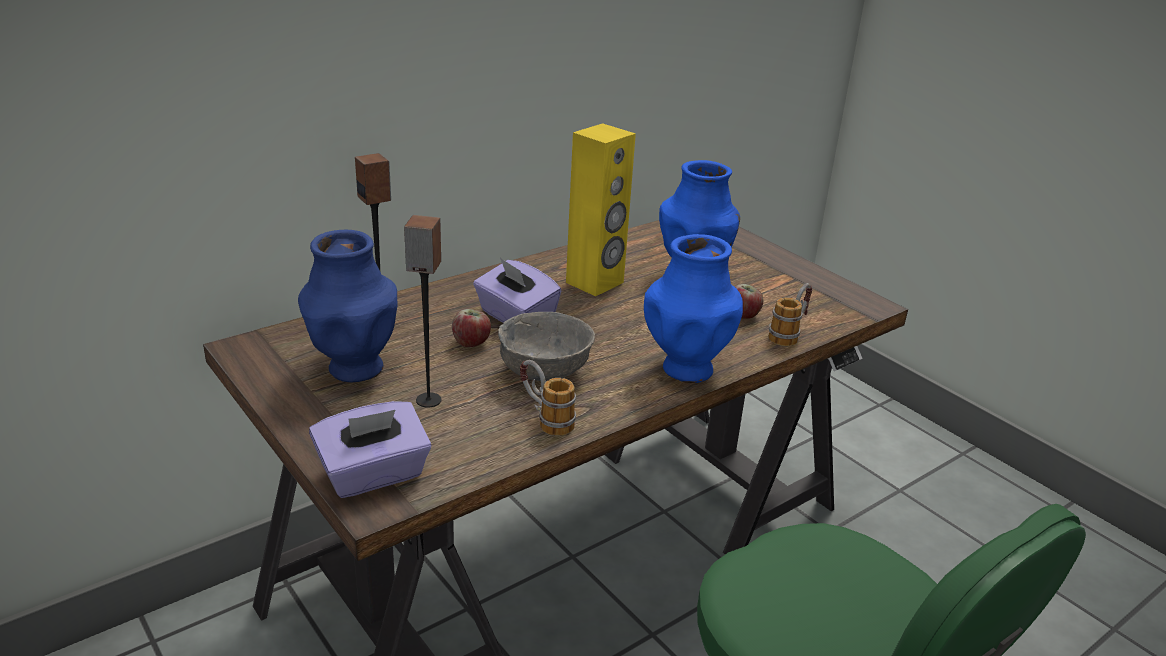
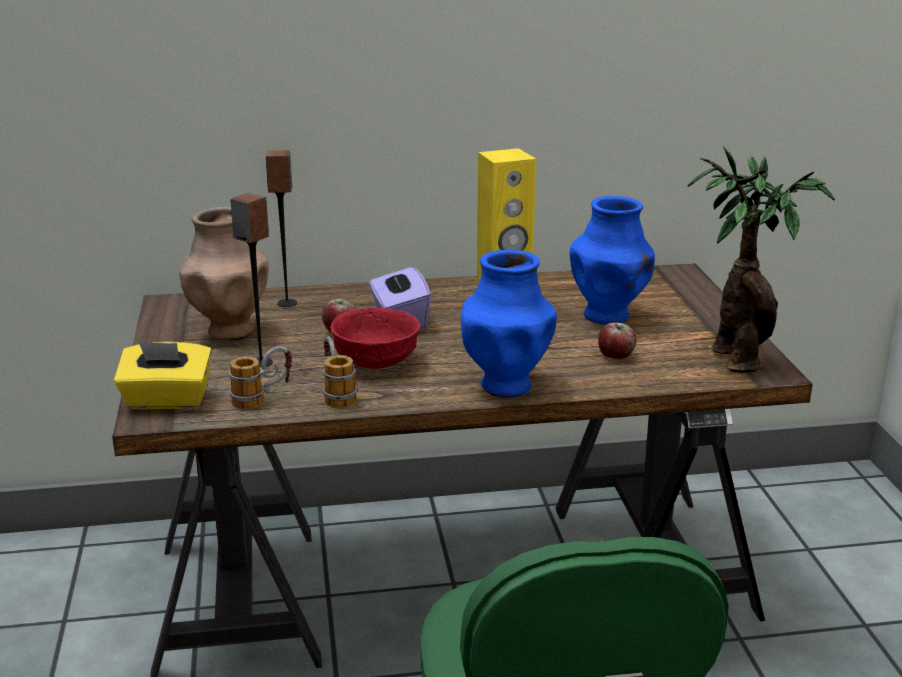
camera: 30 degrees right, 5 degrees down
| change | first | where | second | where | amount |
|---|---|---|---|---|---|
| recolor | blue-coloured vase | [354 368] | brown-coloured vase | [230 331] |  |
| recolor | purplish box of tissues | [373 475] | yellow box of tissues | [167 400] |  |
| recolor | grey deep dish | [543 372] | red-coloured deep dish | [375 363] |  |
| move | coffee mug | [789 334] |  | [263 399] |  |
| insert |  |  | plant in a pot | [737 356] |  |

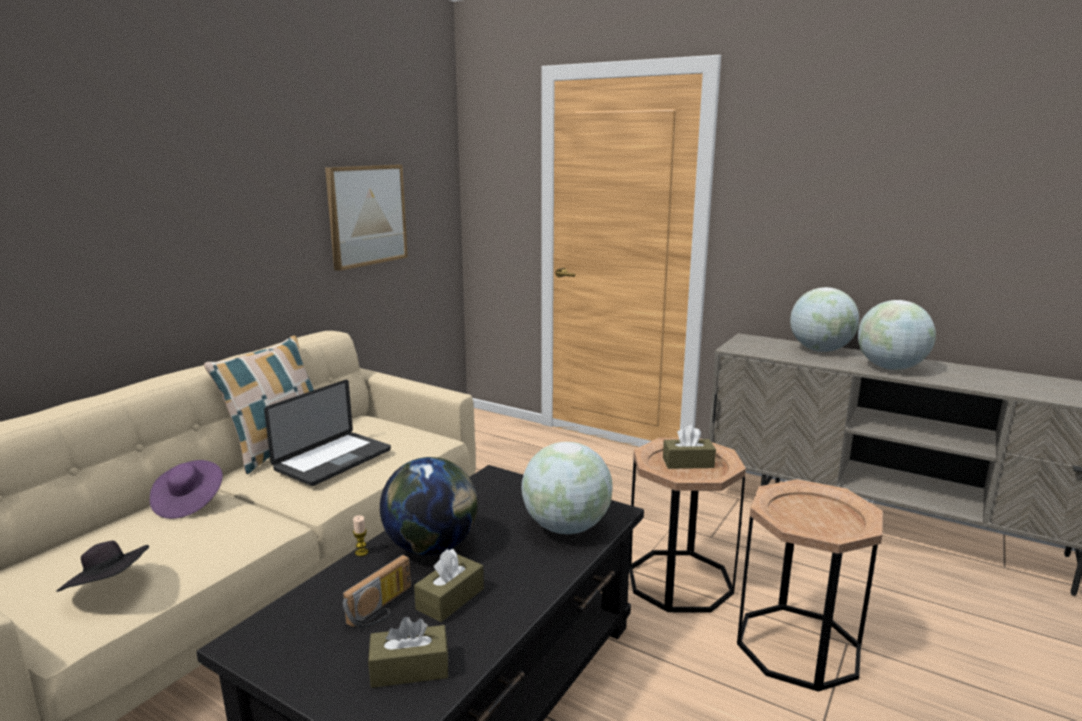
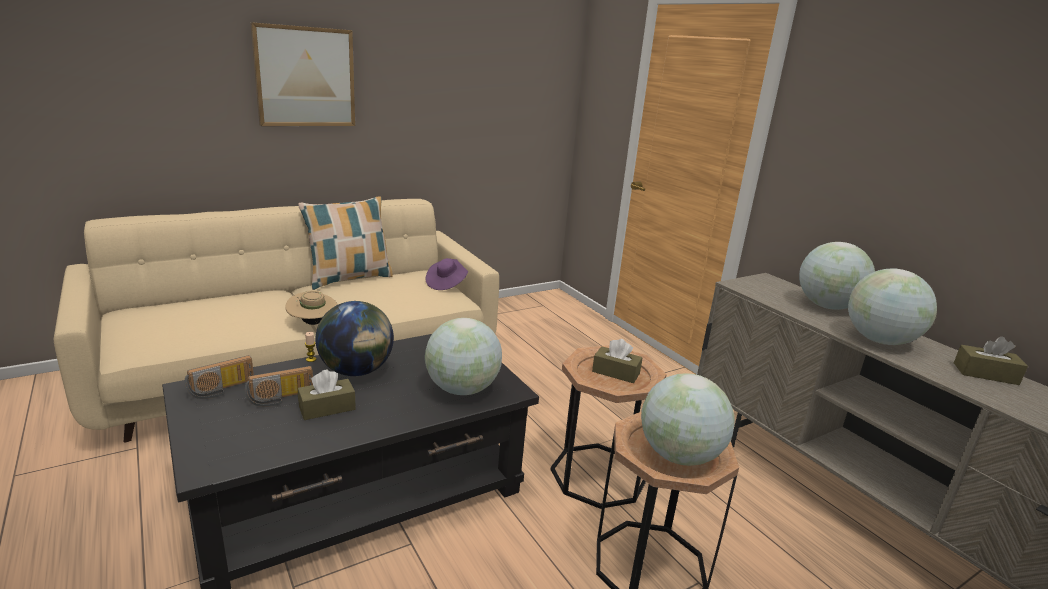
camera: 25 degrees right, 5 degrees up
| change | first | where | second | where | amount |
|---|---|---|---|---|---|
| delete | blackish wearable hat | [110 587] |  |  |  |
| move | purplish wearable hat | [189 503] |  | [446 284] |  |
| delete | laptop | [333 460] |  |  |  |
| move | picture | [366 215] |  | [305 77] |  |
| move | brown-coloured box of tissues | [409 669] |  | [985 374] |  |
| insert |  |  | radio set | [222 390] |  |
| insert |  |  | sand-coloured wearable hat | [313 323] |  |
| insert |  |  | globe | [679 455] |  |

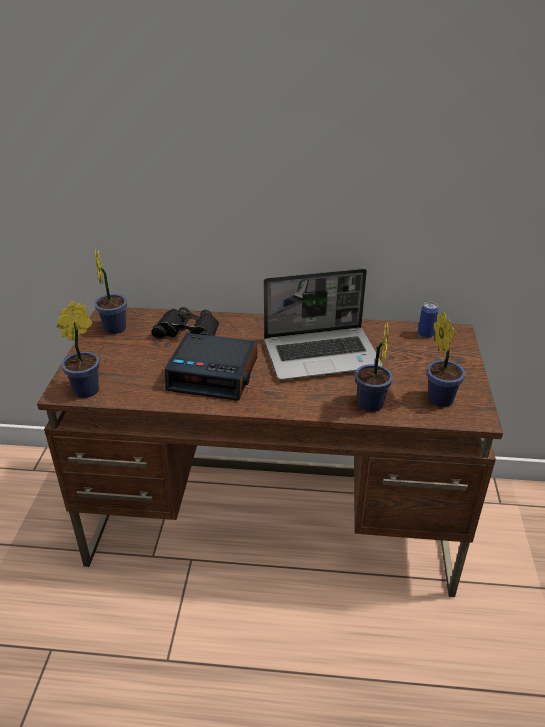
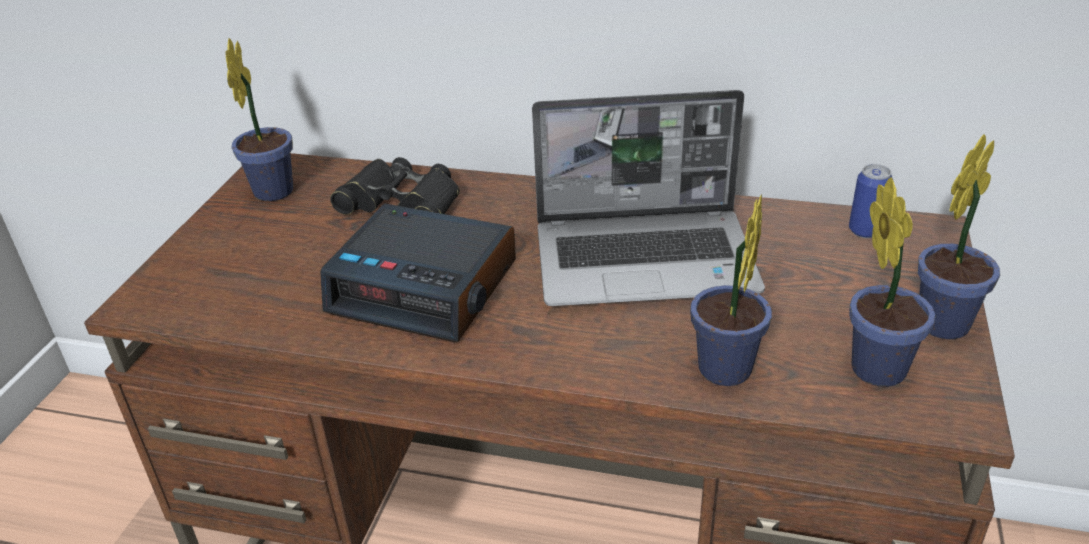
camera: 10 degrees right, 0 degrees up
| change | first | where | second | where | amount |
|---|---|---|---|---|---|
| move | plant in a pot | [89 389] |  | [946 321] |  |

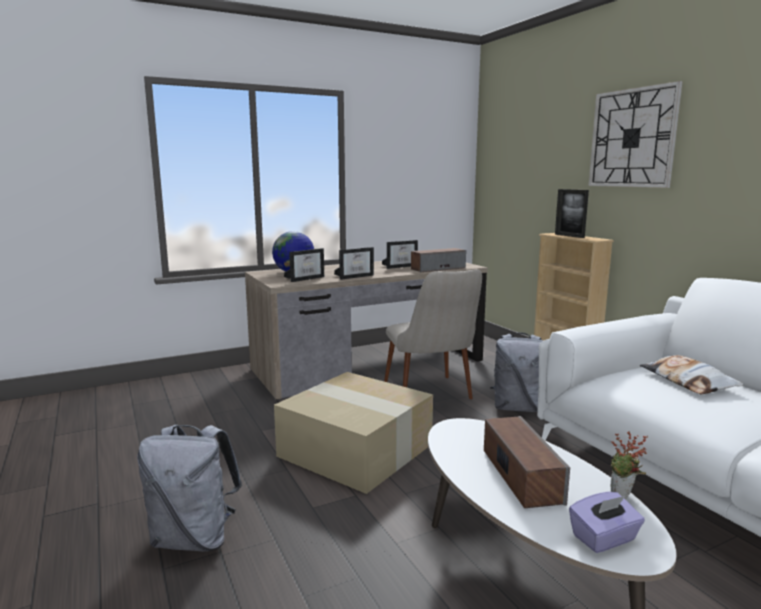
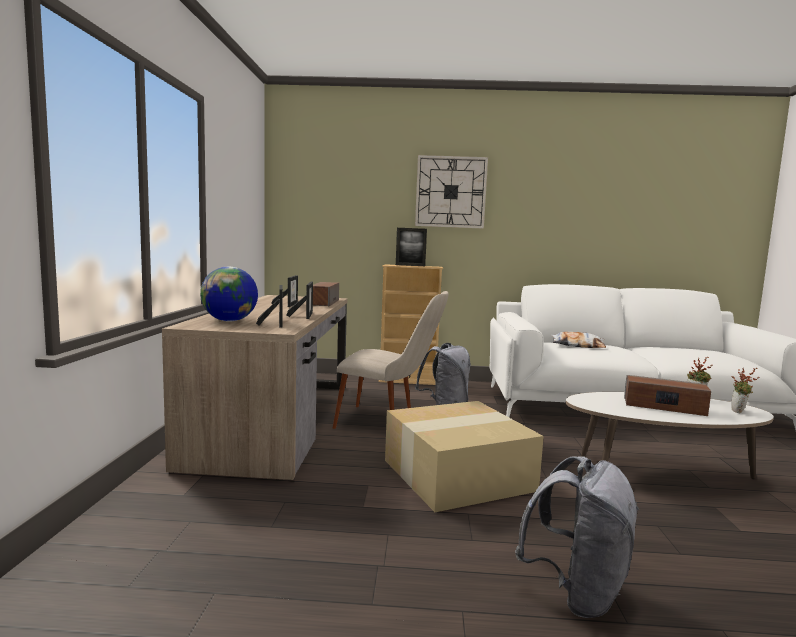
camera: 60 degrees left, 5 degrees down
| change | first | where | second | where | amount |
|---|---|---|---|---|---|
| replace | purplish box of tissues | [604 538] | plant in a pot | [740 412] |  |

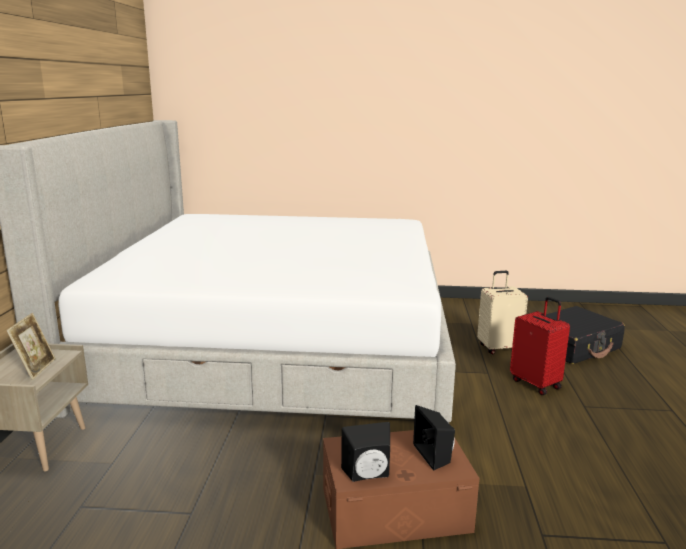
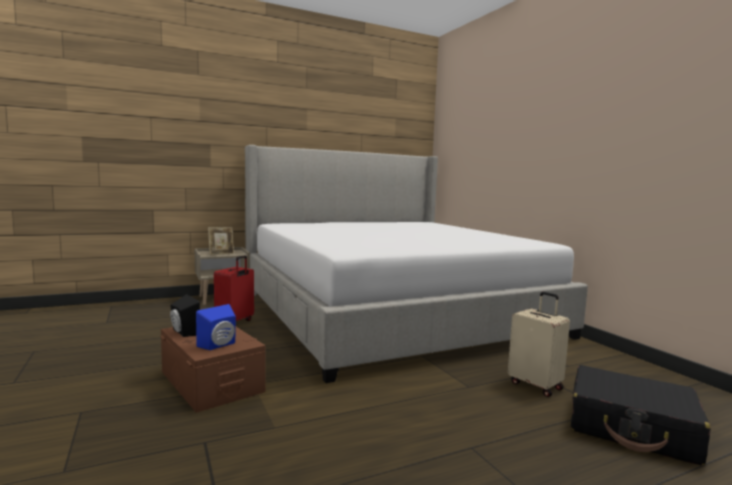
camera: 60 degrees right, 10 degrees down
| change | first | where | second | where | amount |
|---|---|---|---|---|---|
| recolor | blackish audio speaker | [435 455] | blue-coloured audio speaker | [219 345] |  |
| move | red-coloured suitcase | [536 383] |  | [235 322] |  |

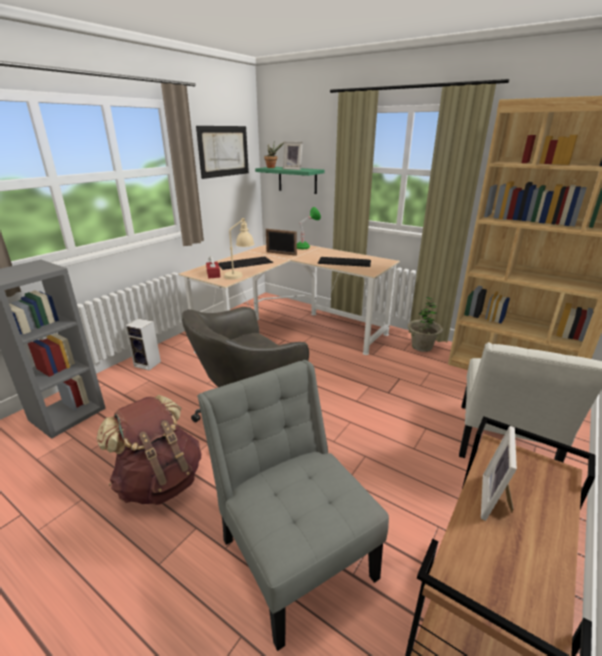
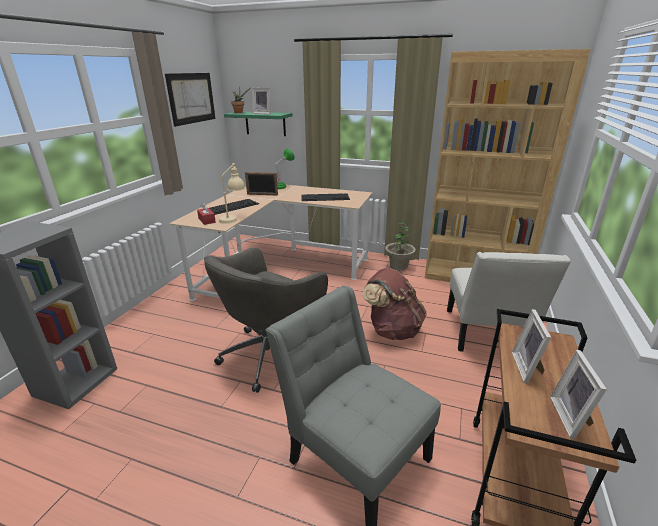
camera: 15 degrees left, 0 degrees up
| change | first | where | second | where | amount |
|---|---|---|---|---|---|
| move | brown-coloured backpack | [160 481] |  | [392 330] |  |
| delete | audio speaker | [148 364] |  |  |  |
| insert |  |  | picture frame | [572 418] |  |

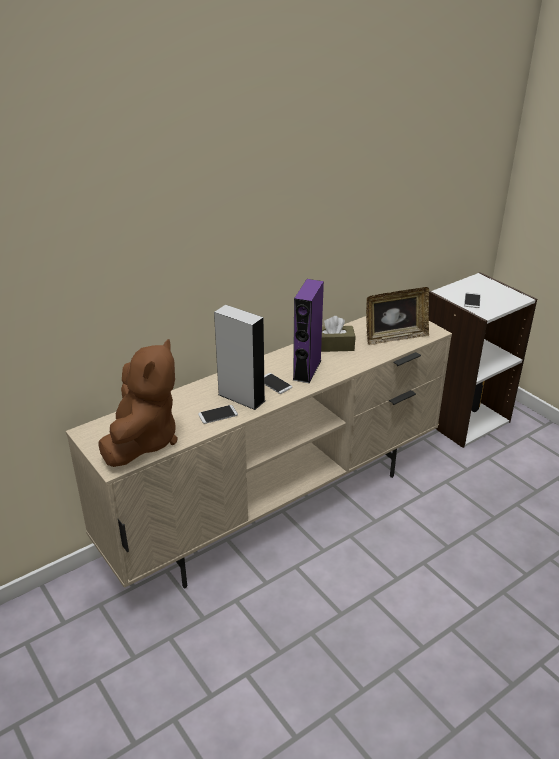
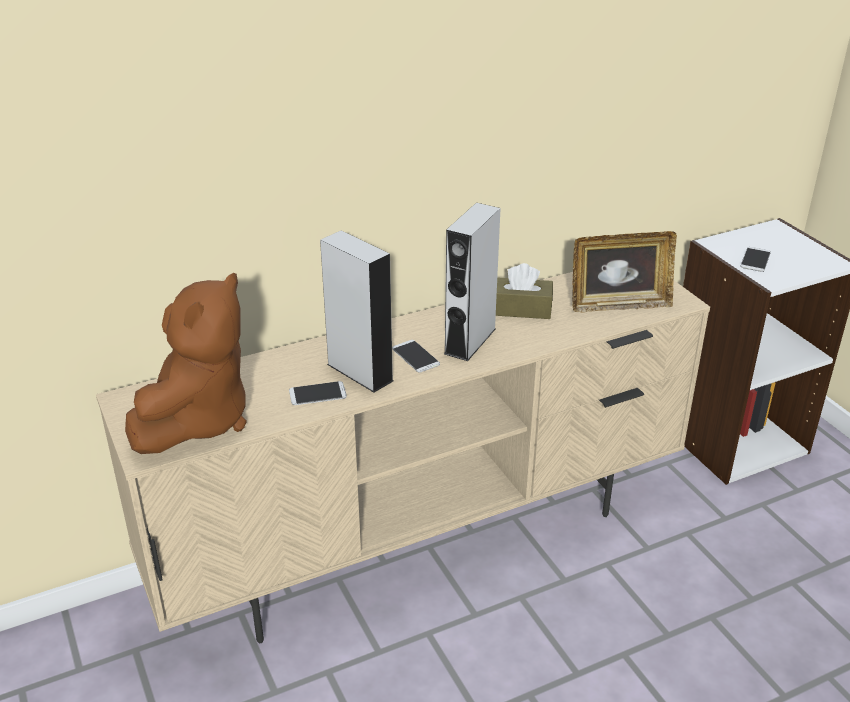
camera: 10 degrees right, 0 degrees up
| change | first | where | second | where | amount |
|---|---|---|---|---|---|
| recolor | purplish audio speaker | [307 370] | grey audio speaker | [470 341] |  |

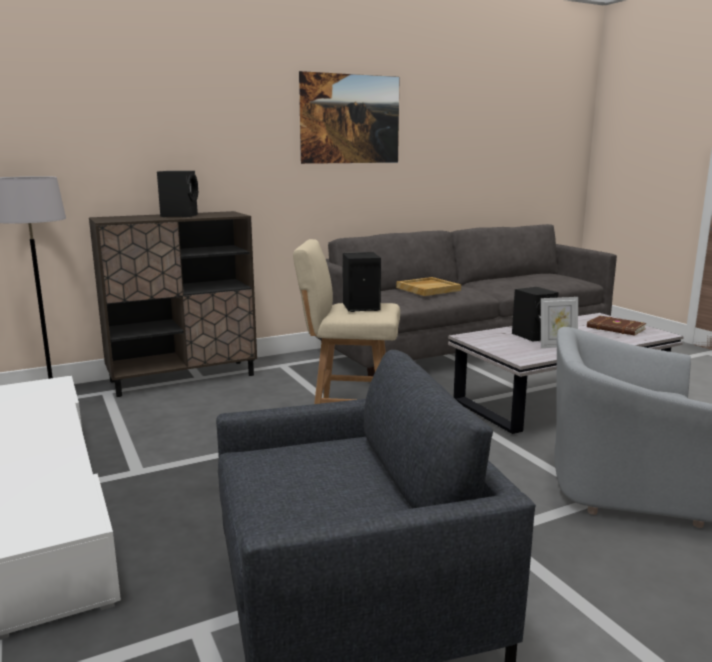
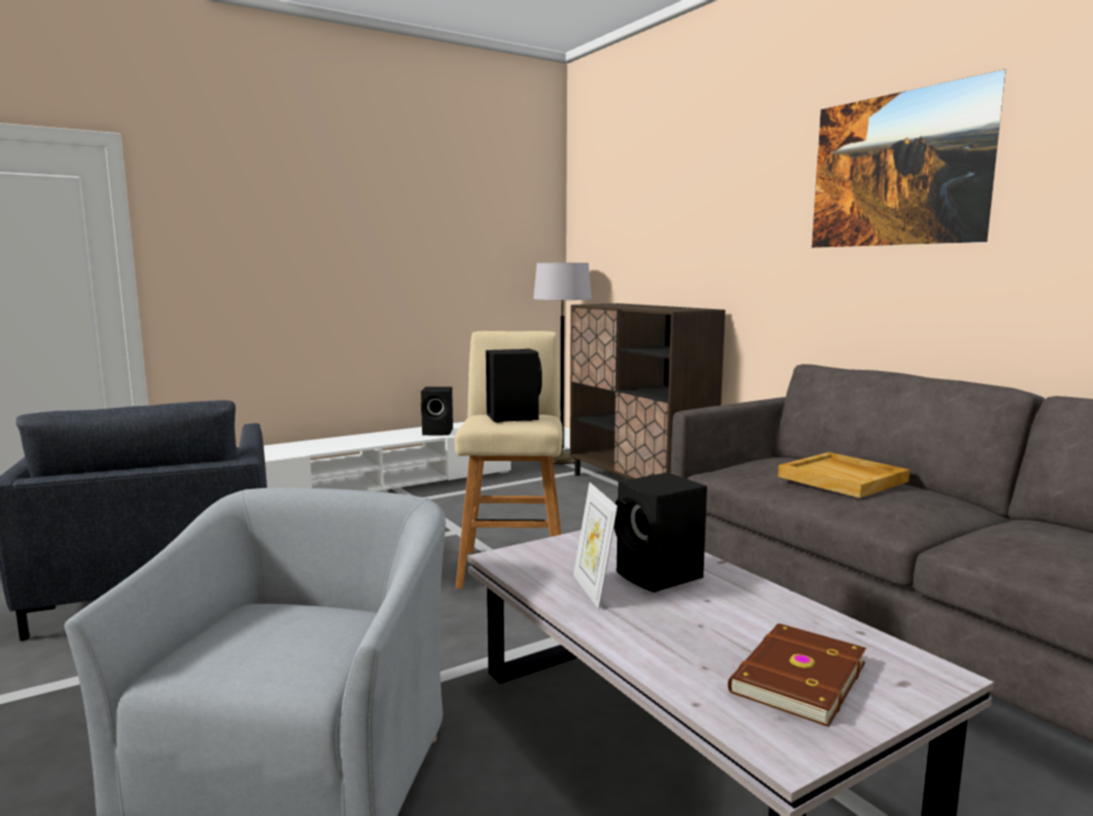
camera: 85 degrees right, 5 degrees down
| change | first | where | second | where | amount |
|---|---|---|---|---|---|
| move | blackish audio speaker | [180 215] |  | [439 432] |  |

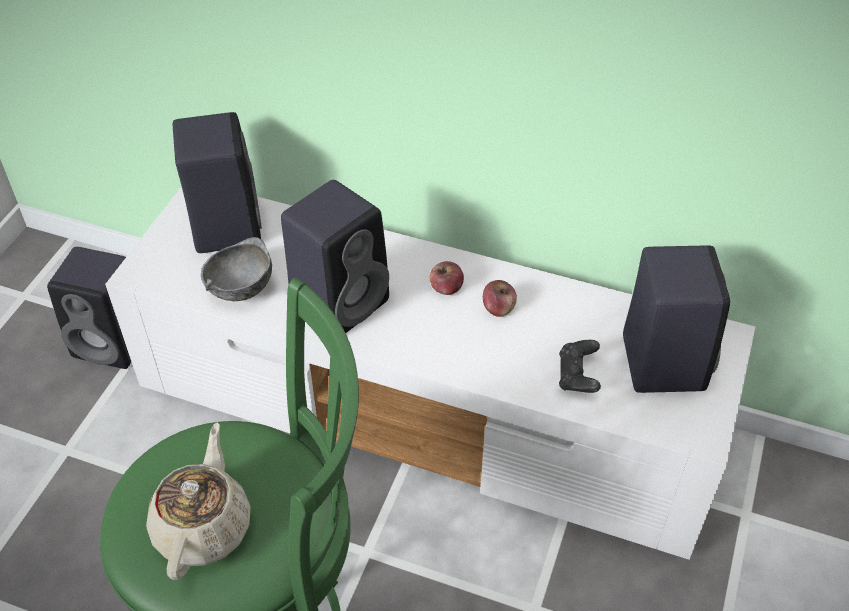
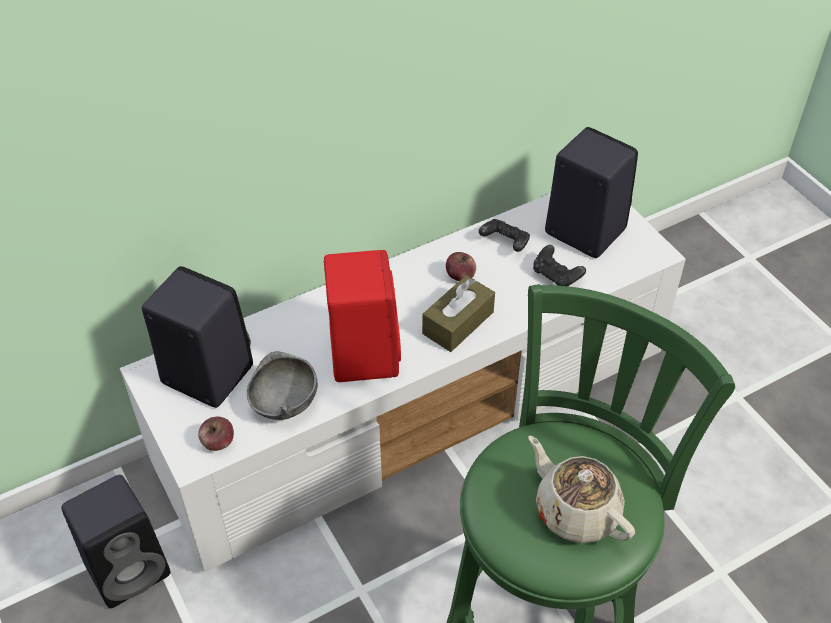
camera: 50 degrees left, 0 degrees up
| change | first | where | second | where | amount |
|---|---|---|---|---|---|
| recolor | blackish audio speaker | [341 300] | red-coloured audio speaker | [363 352] |  |
| move | apple | [446 288] |  | [218 442] |  |
| insert |  |  | brown-coloured box of tissues | [458 323] |  |
| insert |  |  | blackish joypad | [505 243] |  |

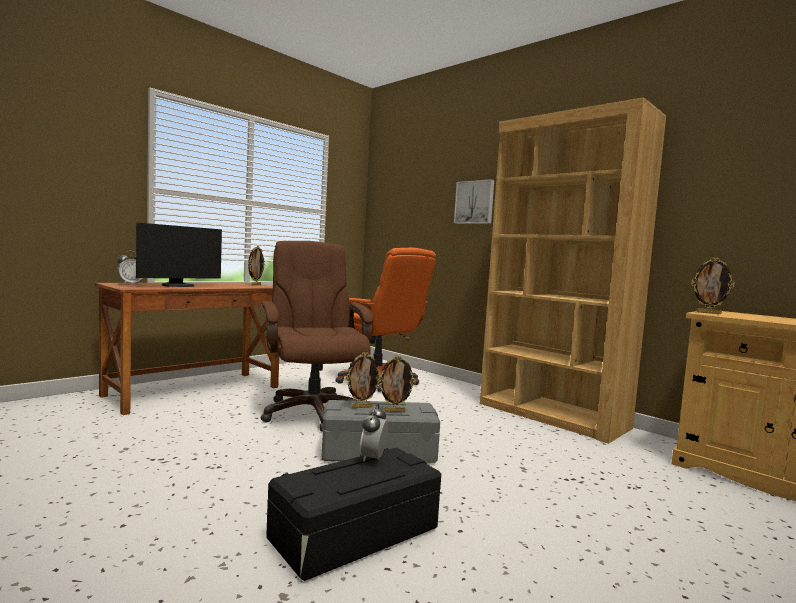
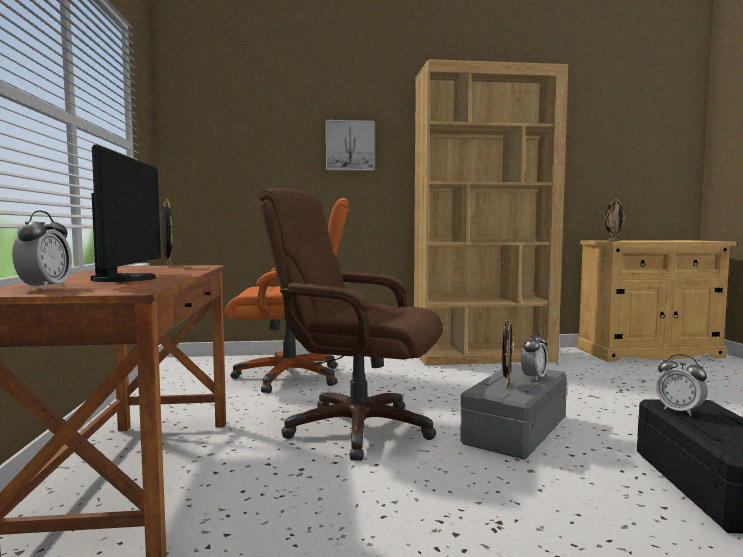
camera: 50 degrees left, 0 degrees up
| change | first | where | second | where | amount |
|---|---|---|---|---|---|
| replace | picture frame | [394 411] | alarm clock | [533 377] |  |

